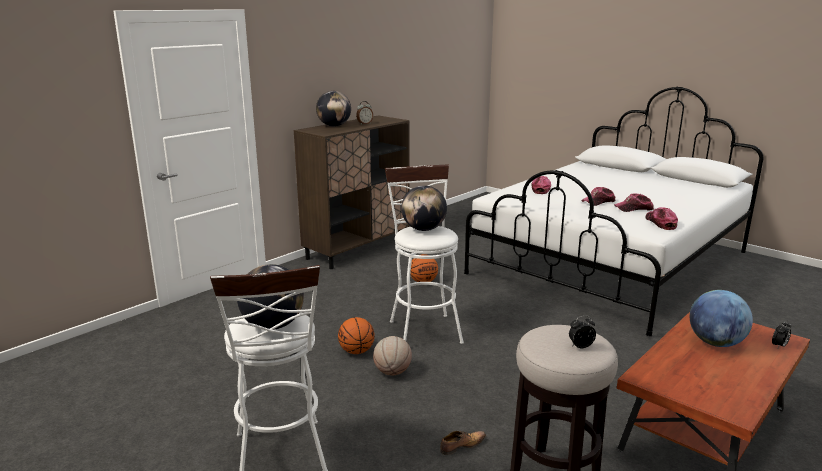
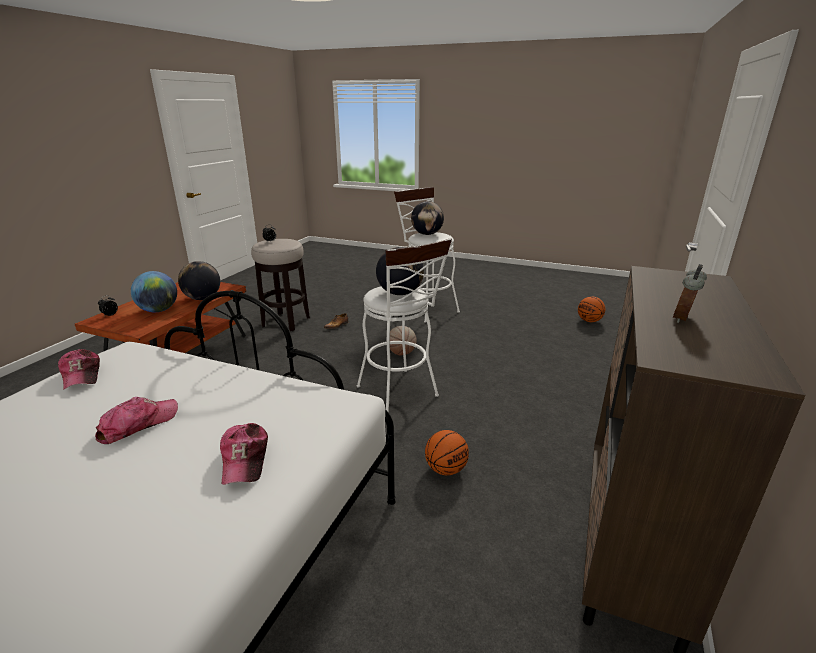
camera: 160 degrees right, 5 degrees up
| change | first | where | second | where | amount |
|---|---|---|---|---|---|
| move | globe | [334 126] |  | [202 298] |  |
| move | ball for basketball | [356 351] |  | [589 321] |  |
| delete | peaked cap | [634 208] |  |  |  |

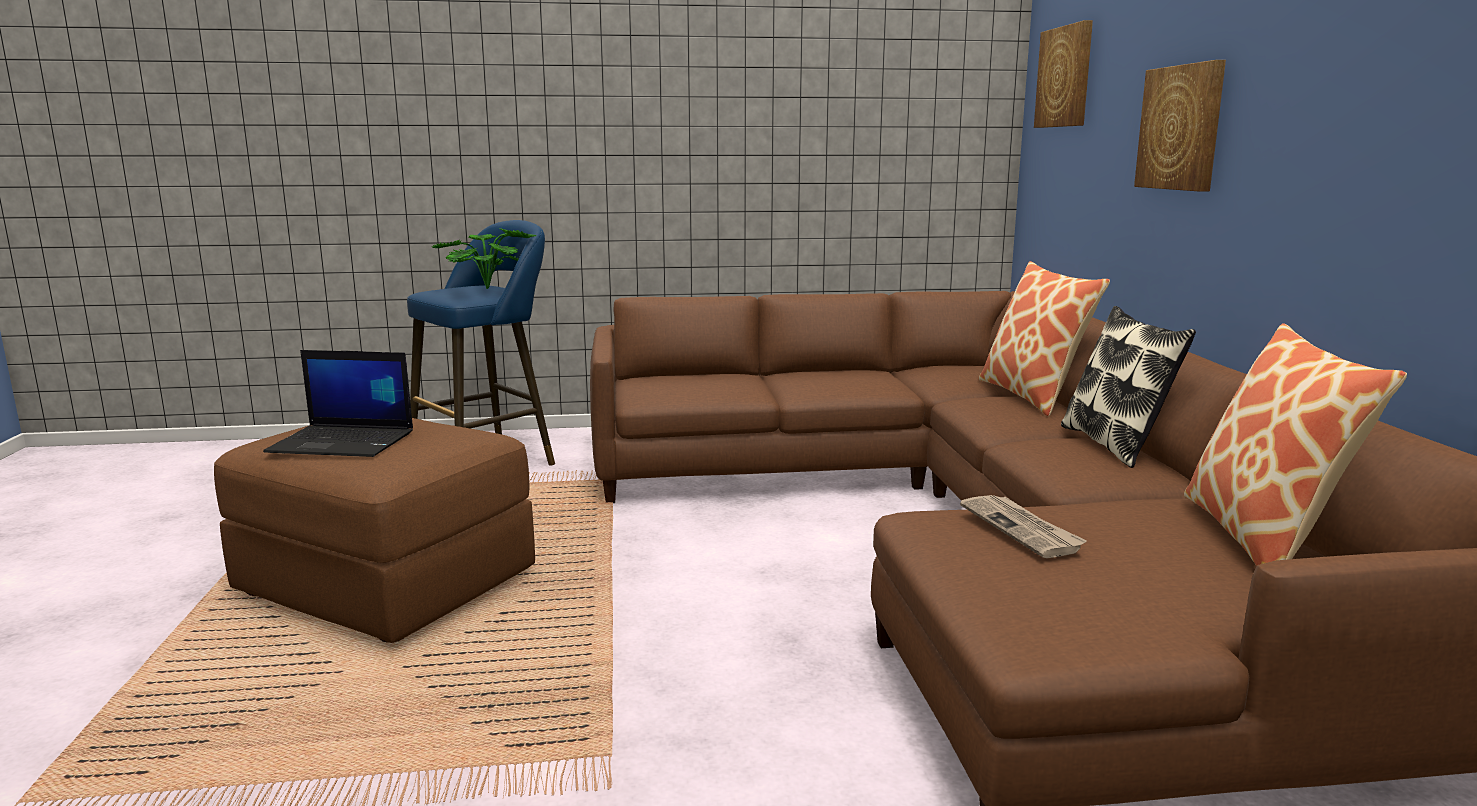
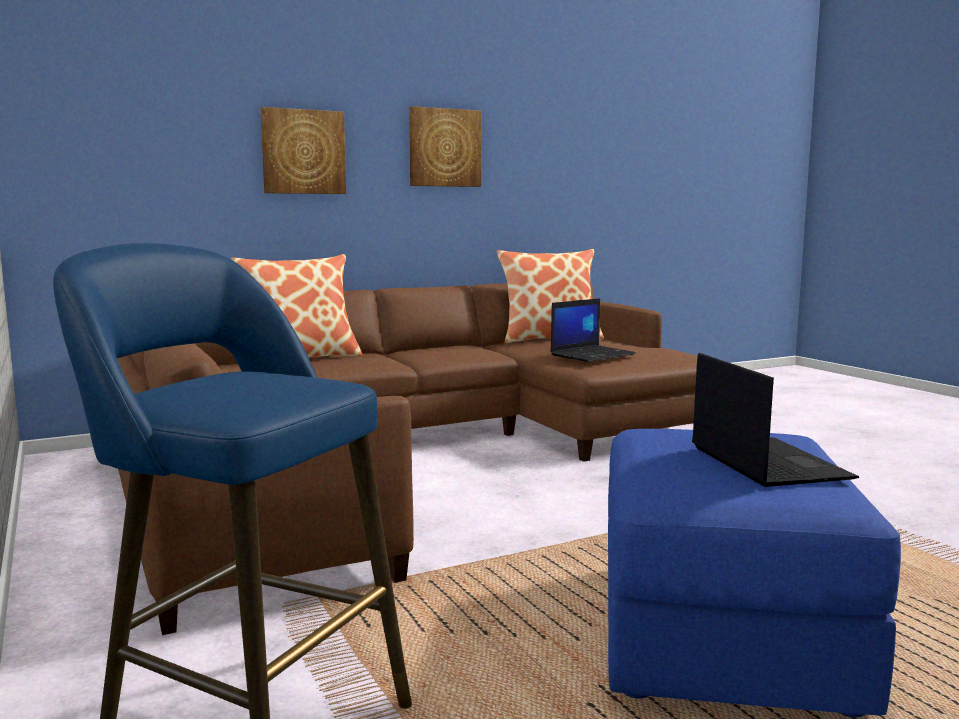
camera: 110 degrees left, 5 degrees down
| change | first | where | second | where | amount |
|---|---|---|---|---|---|
| recolor | brown-coloured pouffe | [388 584] | blue-coloured pouffe | [721 635] |  |
| delete | plant in a pot | [492 289] |  |  |  |
| replace | newspaper | [1021 529] | laptop | [592 354] |  |
| move | picture | [1065 77] |  | [444 148] |  |
| delete | throw pillow | [1115 445] |  |  |  |

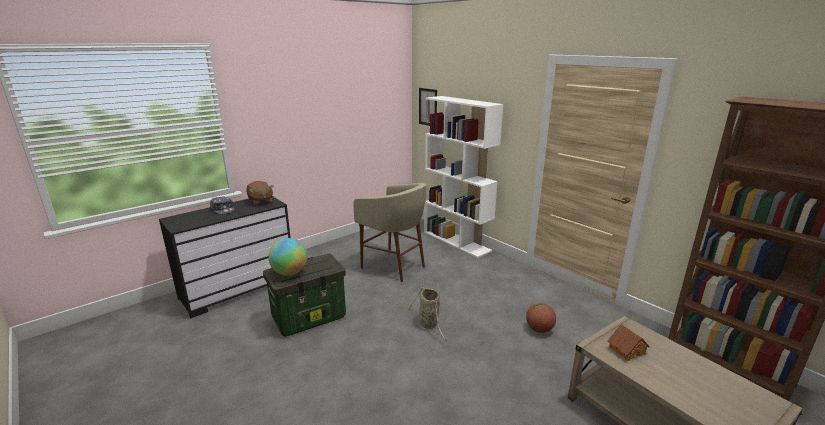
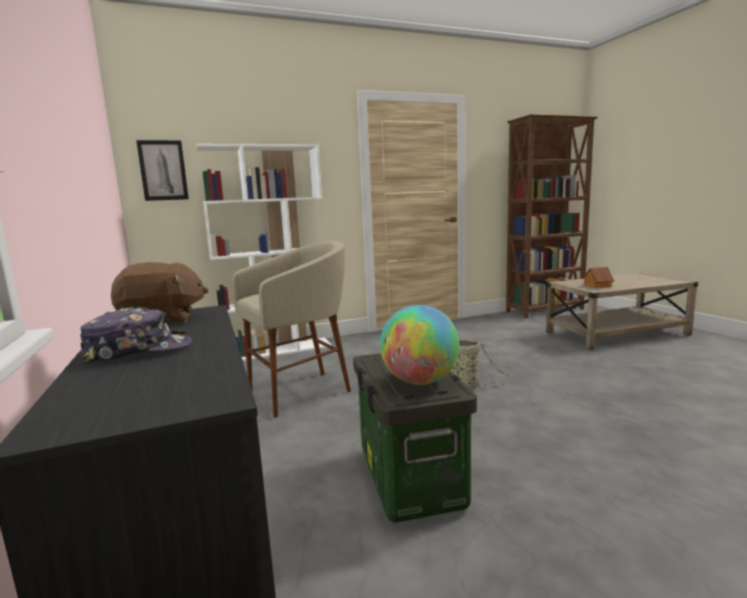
camera: 70 degrees left, 10 degrees down
| change | first | where | second | where | amount |
|---|---|---|---|---|---|
| delete | ball for basketball | [539 329] |  |  |  |

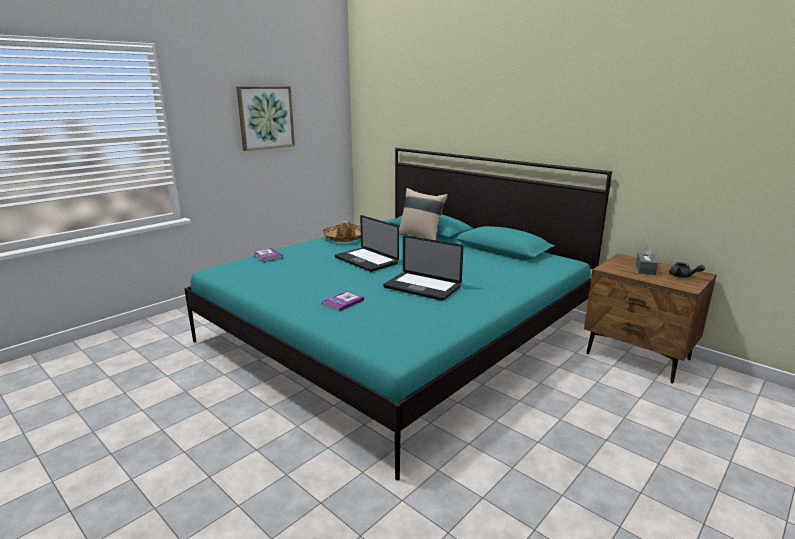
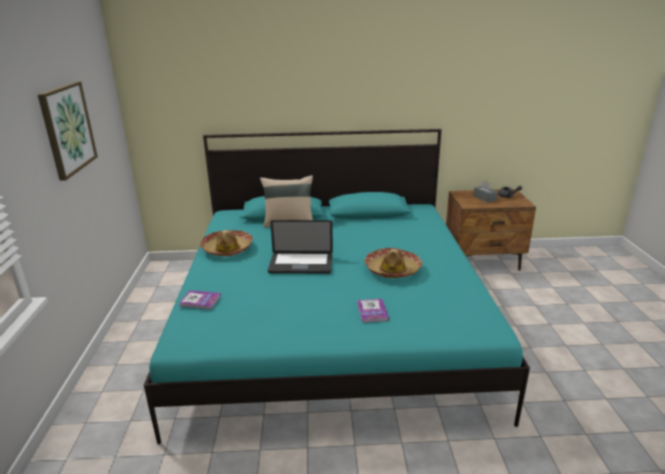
camera: 45 degrees left, 5 degrees up
| change | first | where | second | where | amount |
|---|---|---|---|---|---|
| replace | laptop | [422 287] | wearable hat | [393 269] |  |

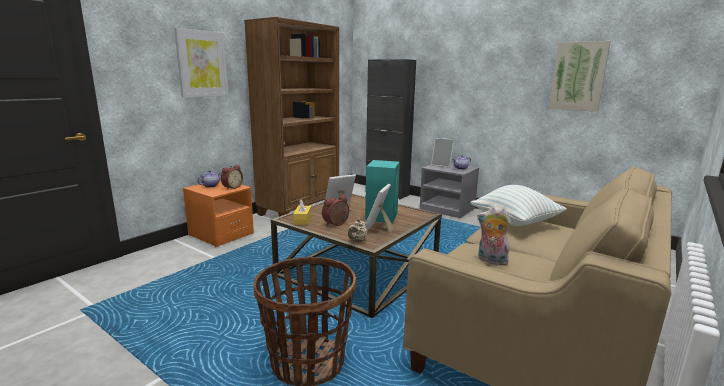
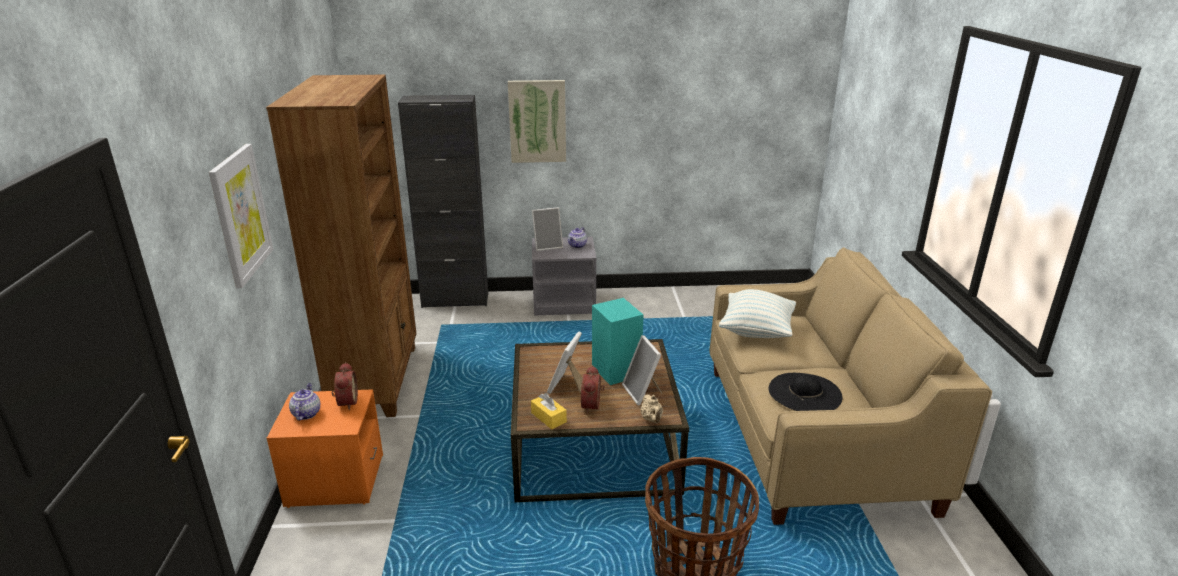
camera: 40 degrees left, 10 degrees up
| change | first | where | second | where | amount |
|---|---|---|---|---|---|
| replace | cuddly toy | [491 261] | blackish wearable hat | [805 393] |  |
| move | picture | [578 76] |  | [537 121] |  |

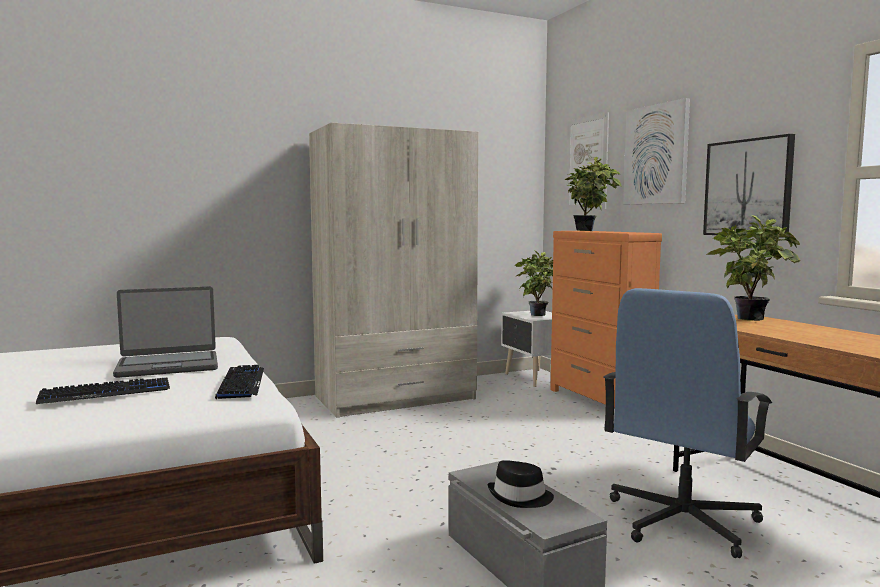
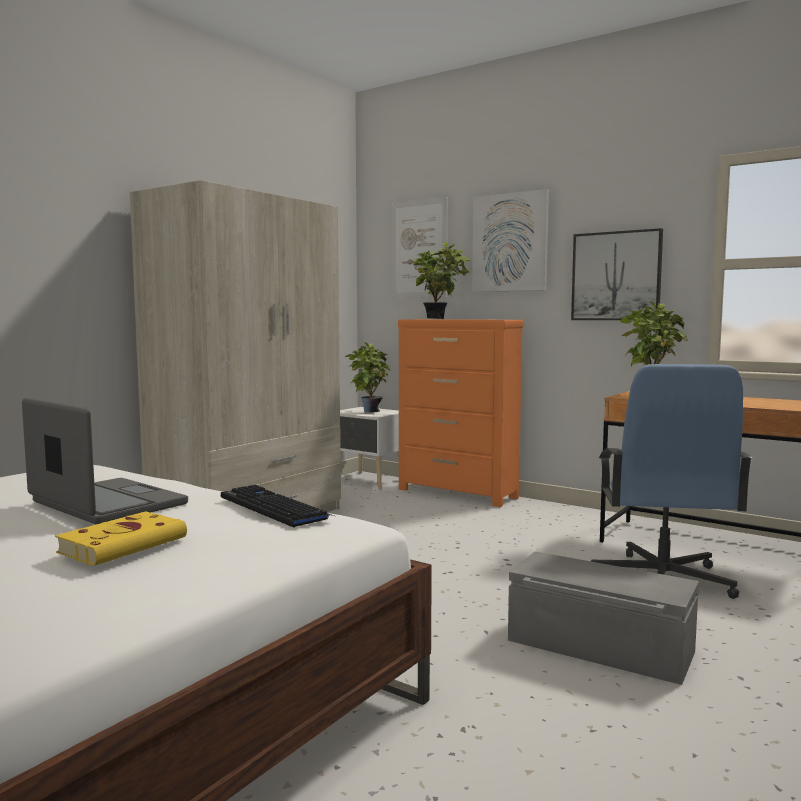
camera: 30 degrees left, 0 degrees up
| change | first | where | second | where | amount |
|---|---|---|---|---|---|
| replace | computer keyboard | [106 393] | yellow volume | [126 544] |  |
| rotate | laptop | [168 366] |  | [106 504] | 90 degrees counterclockwise |
| delete | blackish wearable hat | [520 497] |  |  |  |

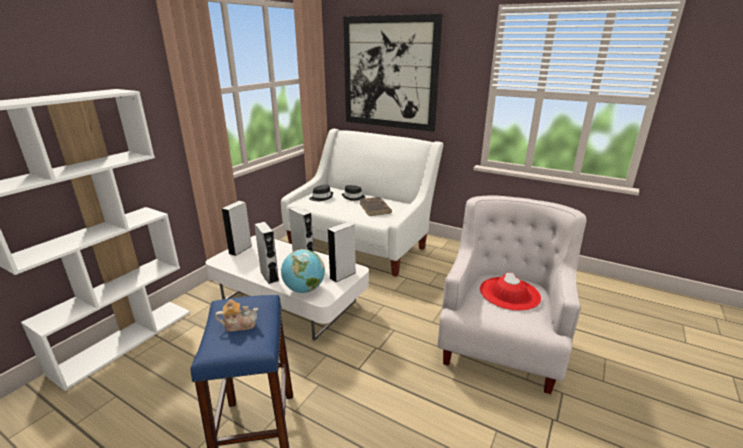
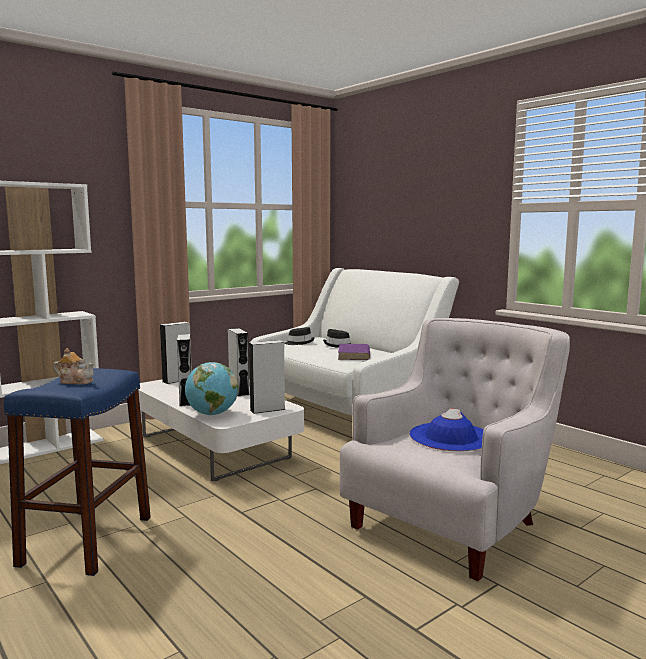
camera: 20 degrees right, 15 degrees down
| change | first | where | second | where | amount |
|---|---|---|---|---|---|
| delete | picture | [389 73] |  |  |  |
| recolor | brown-coloured volume | [375 208] | purplish volume | [354 355] |  |
| recolor | red-coloured wearable hat | [509 293] | blue-coloured wearable hat | [451 437] |  |

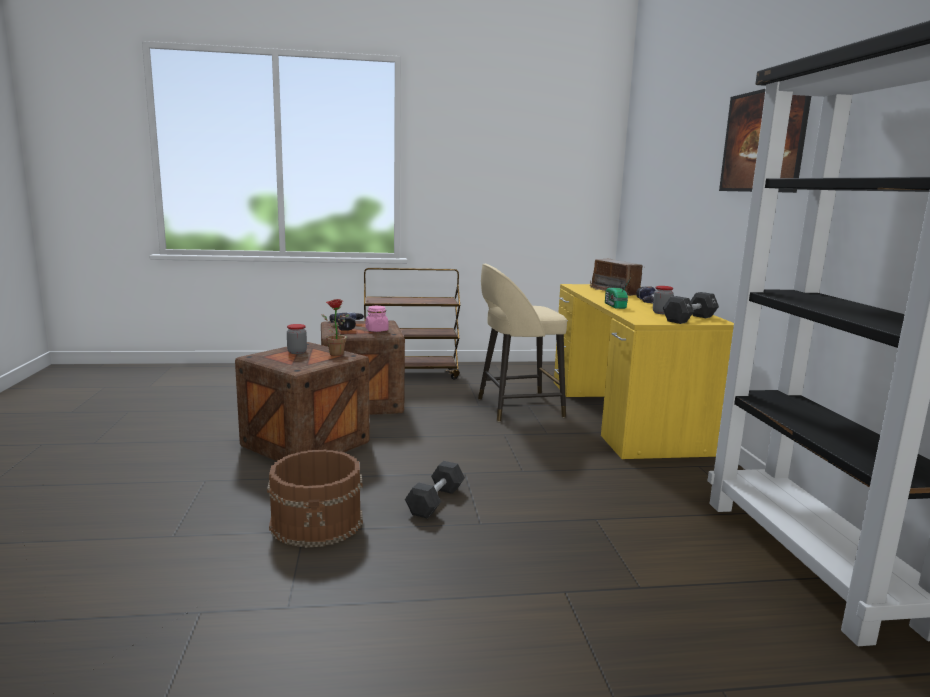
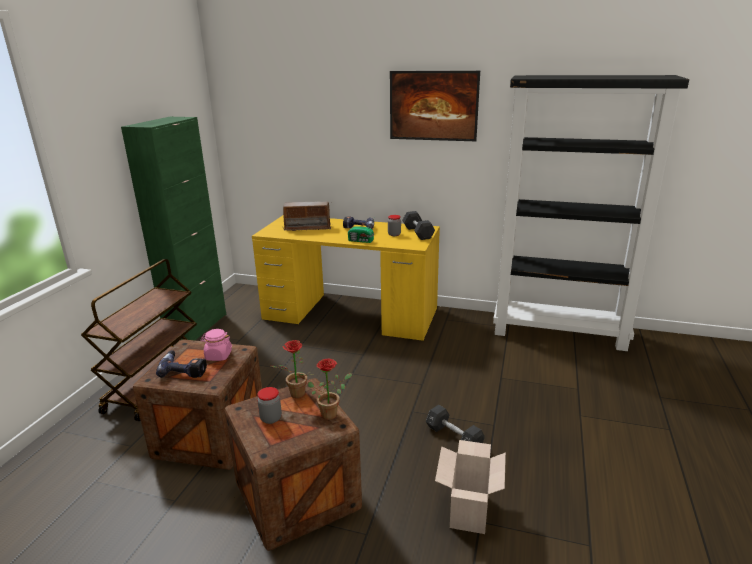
camera: 65 degrees left, 10 degrees up
| change | first | where | second | where | amount |
|---|---|---|---|---|---|
| replace | brown-coloured water bucket | [318 522] | carton | [467 510] |  |
| delete | sand-coloured sitting stool | [517 407] |  |  |  |
| insert |  |  | greenish storage cabinet | [197 327] |  |
| insert |  |  | plant in a pot | [332 413] |  |

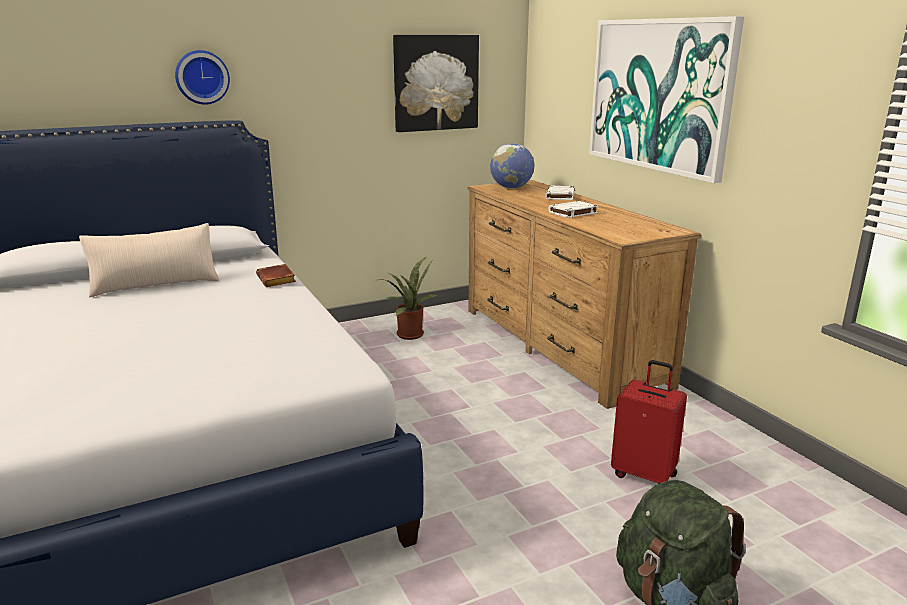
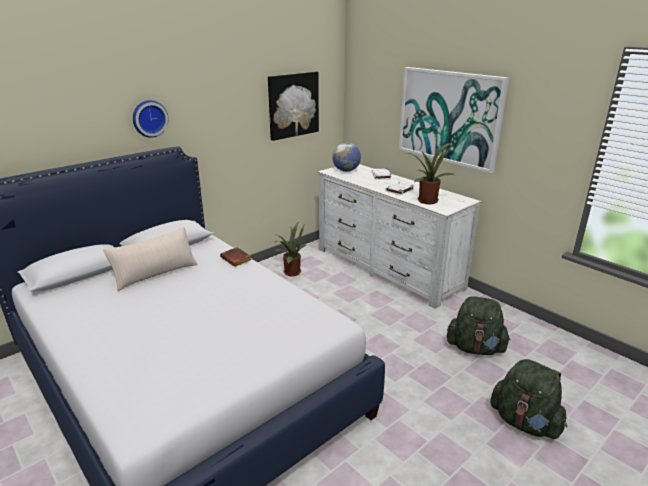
camera: 15 degrees left, 5 degrees up
| change | first | where | second | where | amount |
|---|---|---|---|---|---|
| recolor | brown-coloured drawer chest | [560 345] | white drawer chest | [387 268] |  |
| replace | red-coloured suitcase | [644 474] | greenish backpack | [475 348] |  |
| insert |  |  | plant in a pot | [427 200] |  |

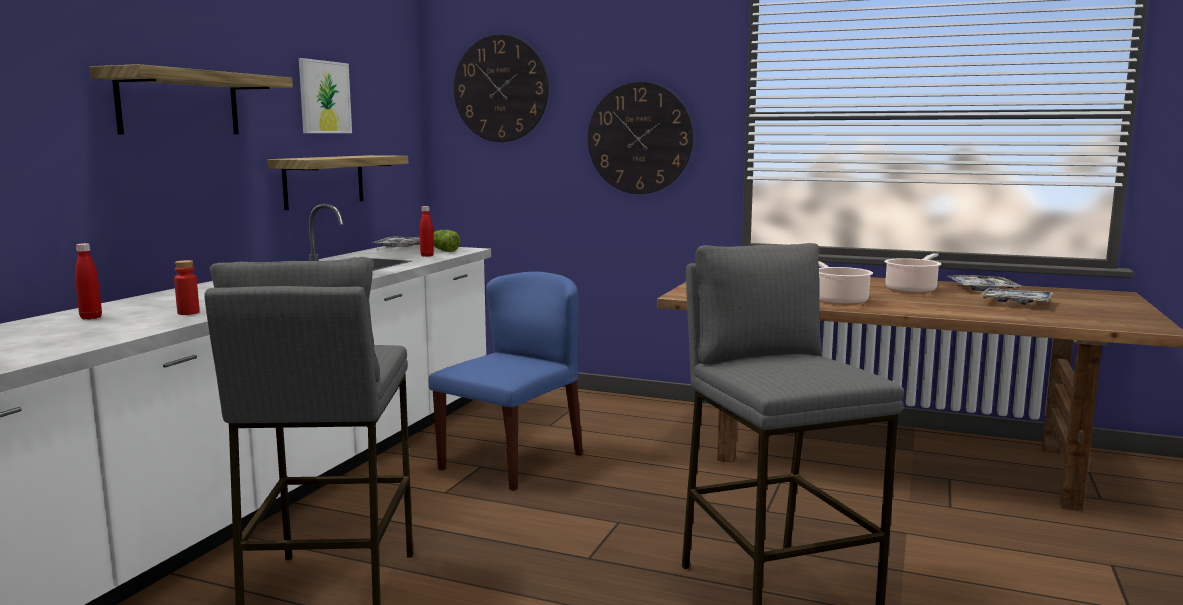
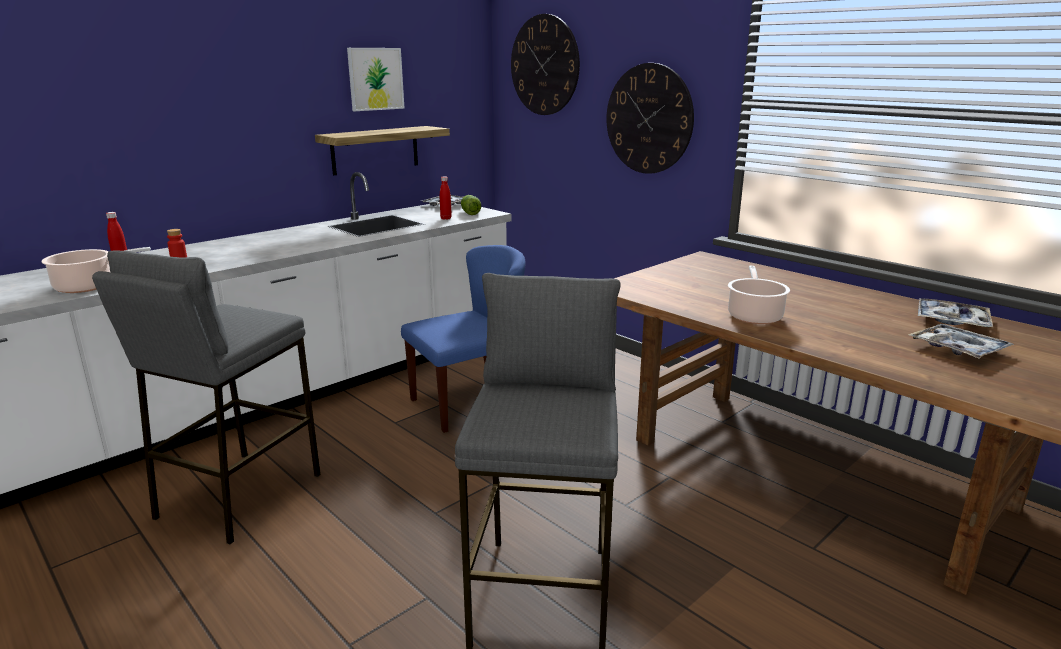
camera: 25 degrees right, 10 degrees up
| change | first | where | second | where | amount |
|---|---|---|---|---|---|
| delete | wall shelf | [179 103] |  |  |  |
| move | cooking pot | [912 290] |  | [88 286] |  |

